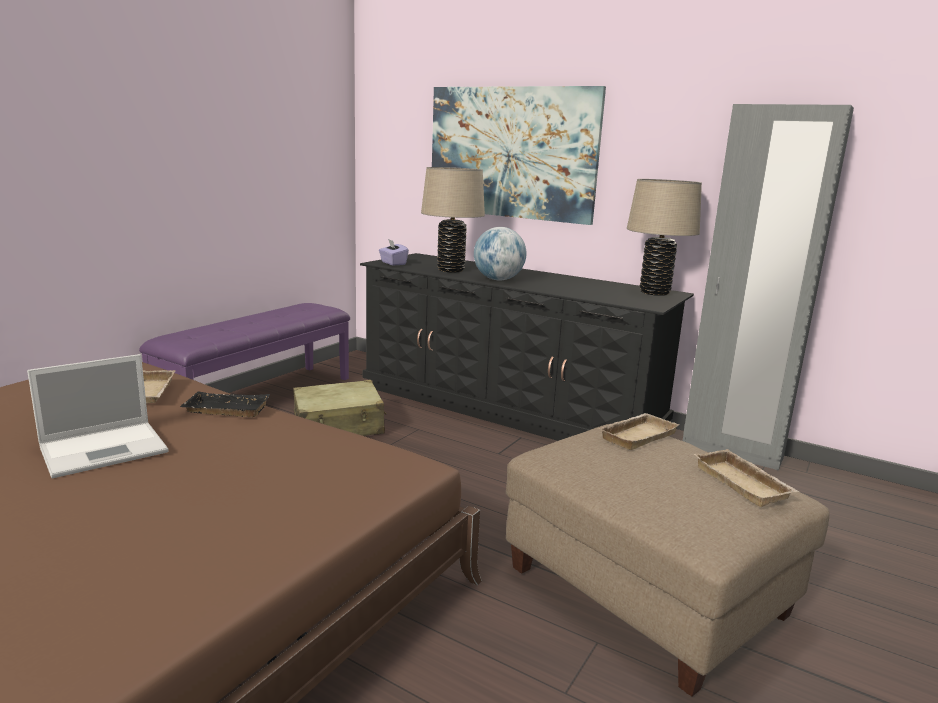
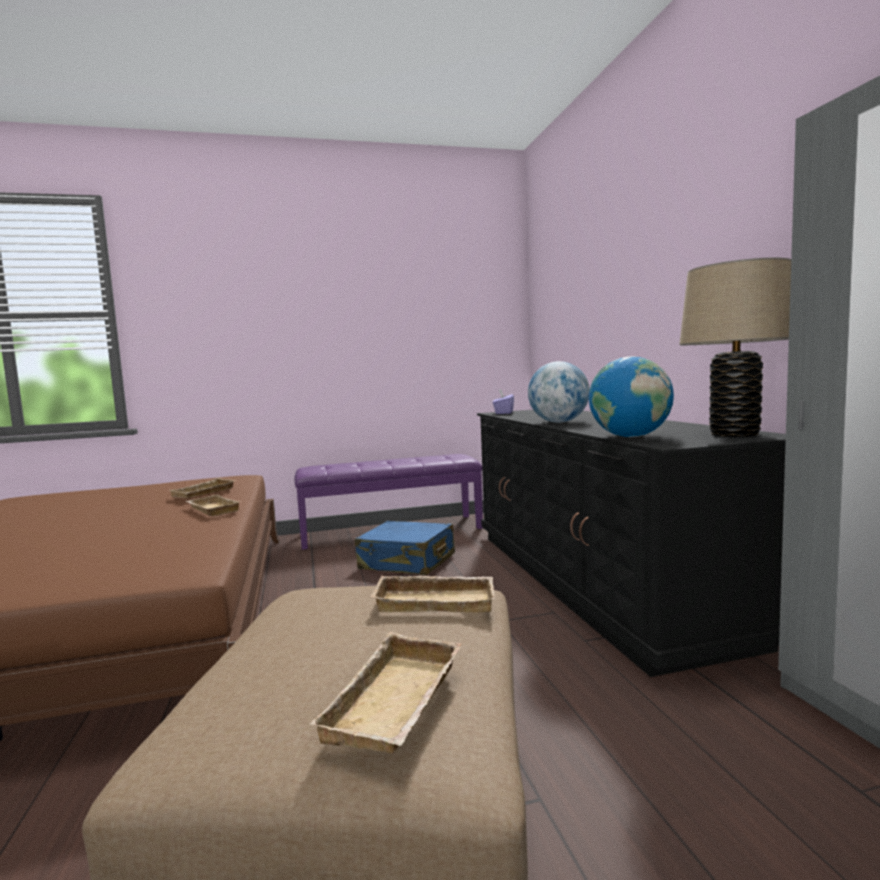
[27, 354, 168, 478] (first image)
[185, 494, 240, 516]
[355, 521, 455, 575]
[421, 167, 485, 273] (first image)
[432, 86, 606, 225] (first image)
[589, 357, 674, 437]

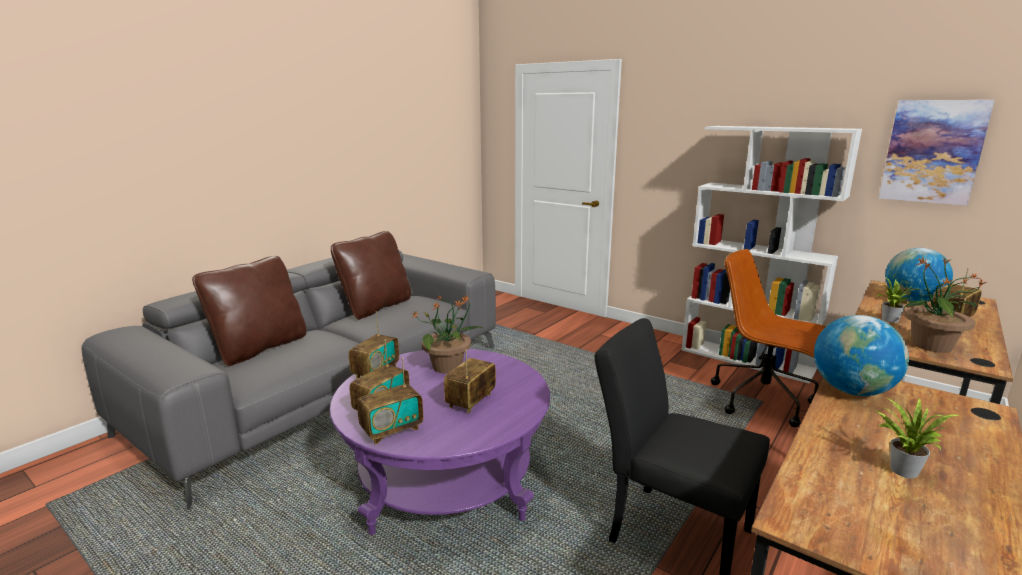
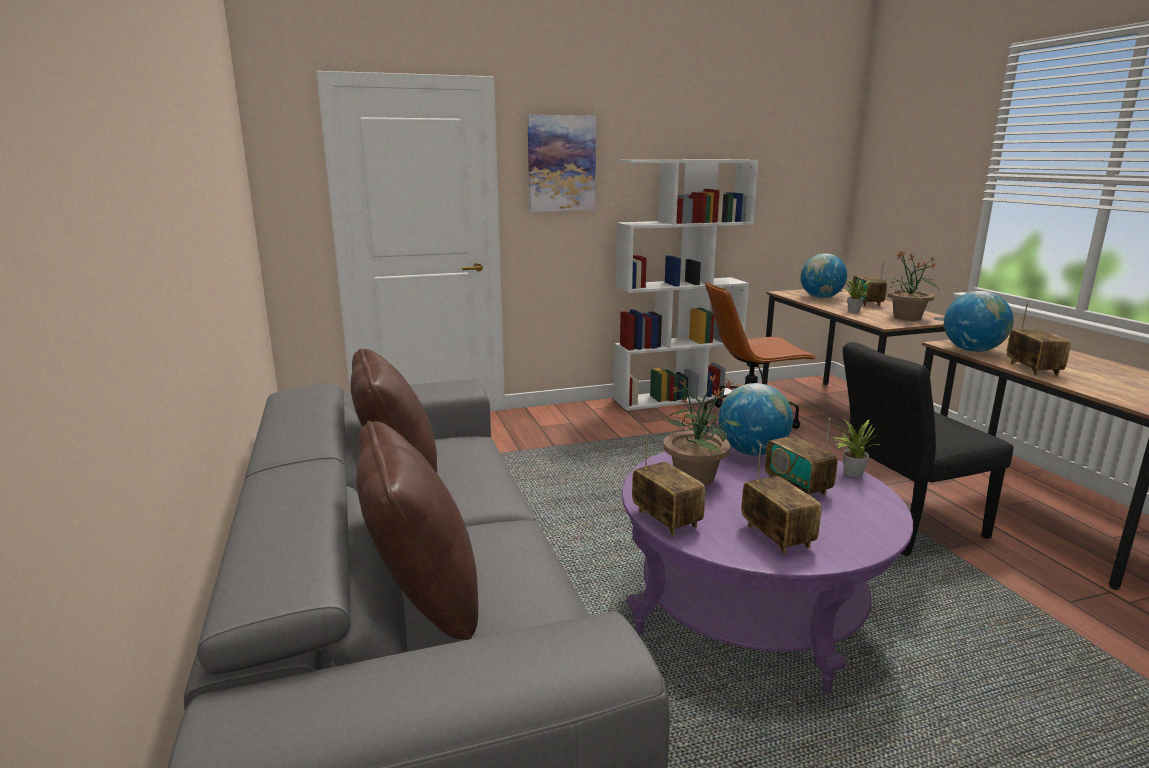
[1007, 301, 1071, 376]
[832, 418, 879, 477]
[527, 115, 596, 212]
[718, 383, 793, 456]

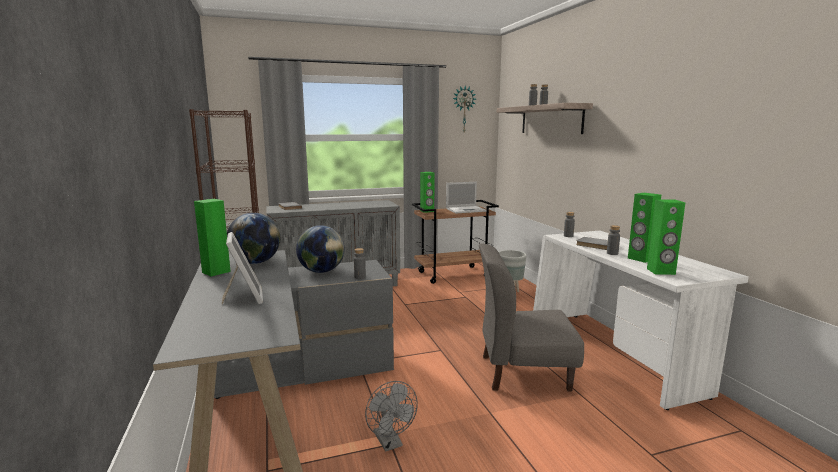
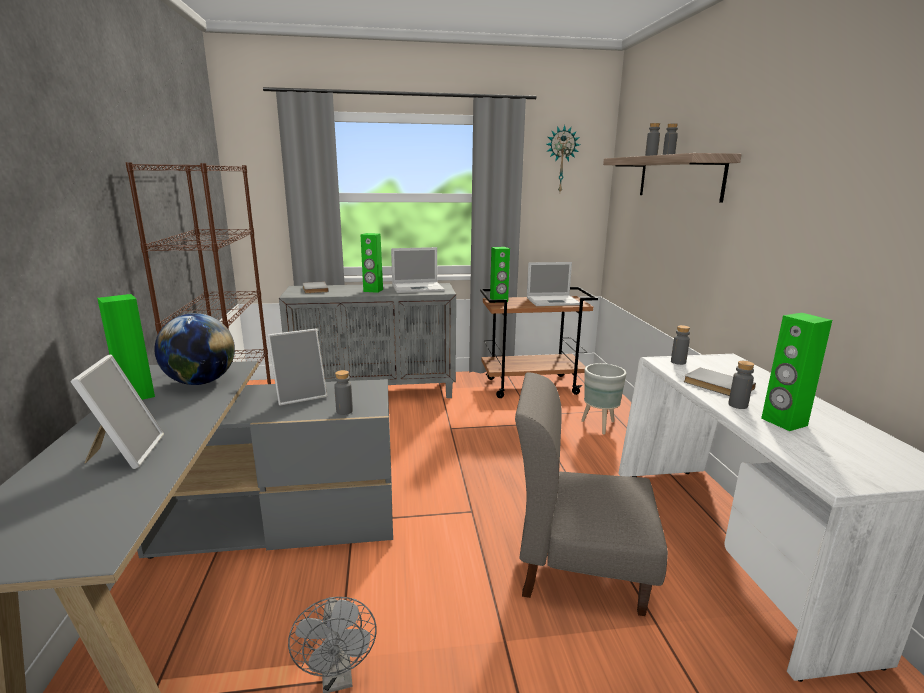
[268, 329, 328, 406]
[361, 233, 383, 293]
[391, 247, 445, 293]

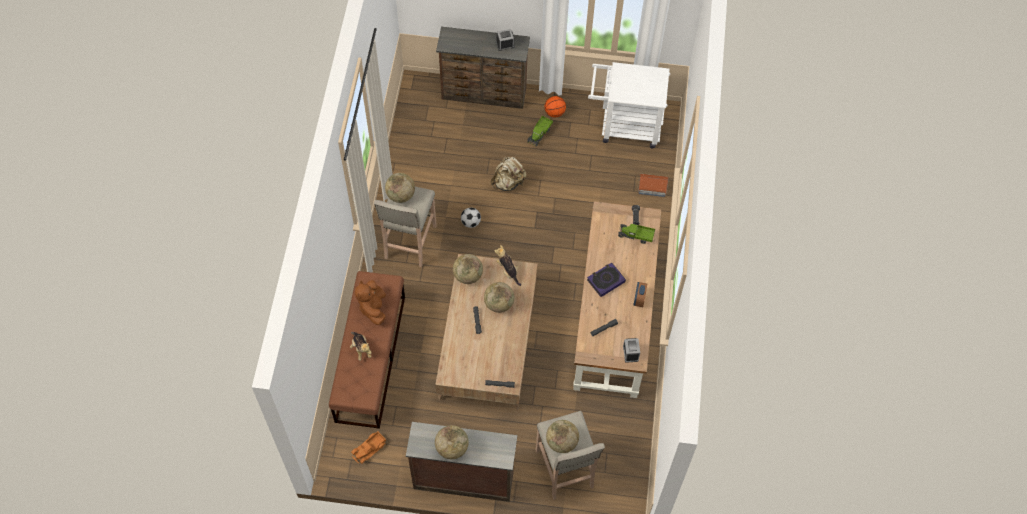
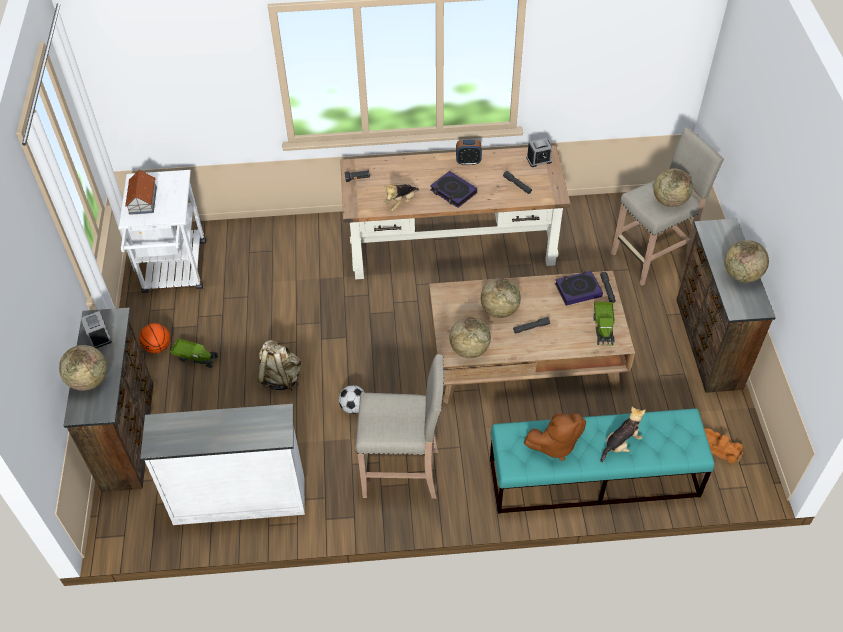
[490, 408, 715, 514]
[59, 345, 107, 391]
[384, 184, 419, 211]
[594, 302, 617, 345]
[125, 169, 157, 215]
[140, 404, 305, 525]
[555, 271, 603, 306]

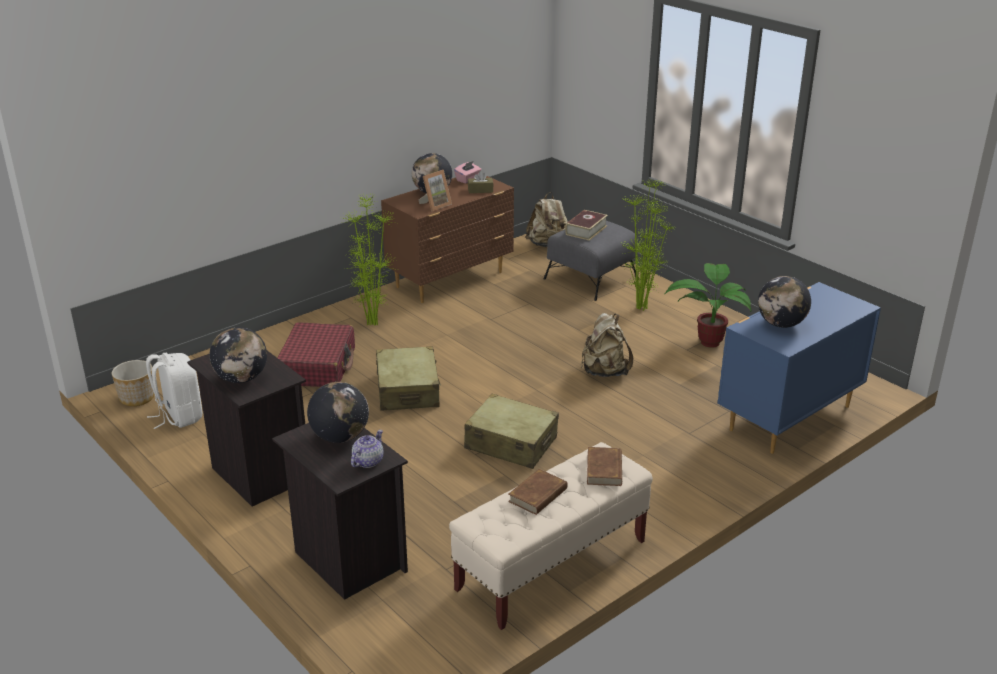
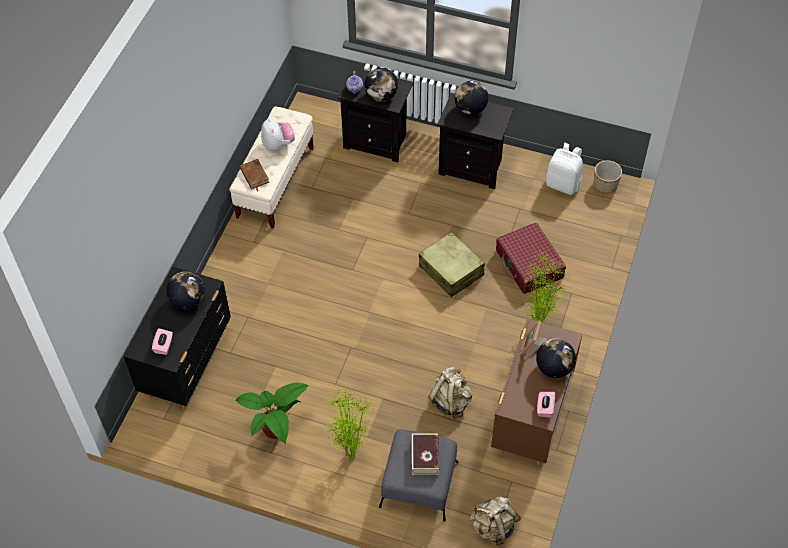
[464, 394, 559, 469] (first image)
[468, 171, 494, 193] (first image)
[261, 118, 295, 151]
[428, 367, 472, 419]
[124, 267, 231, 409]
[152, 328, 173, 355]

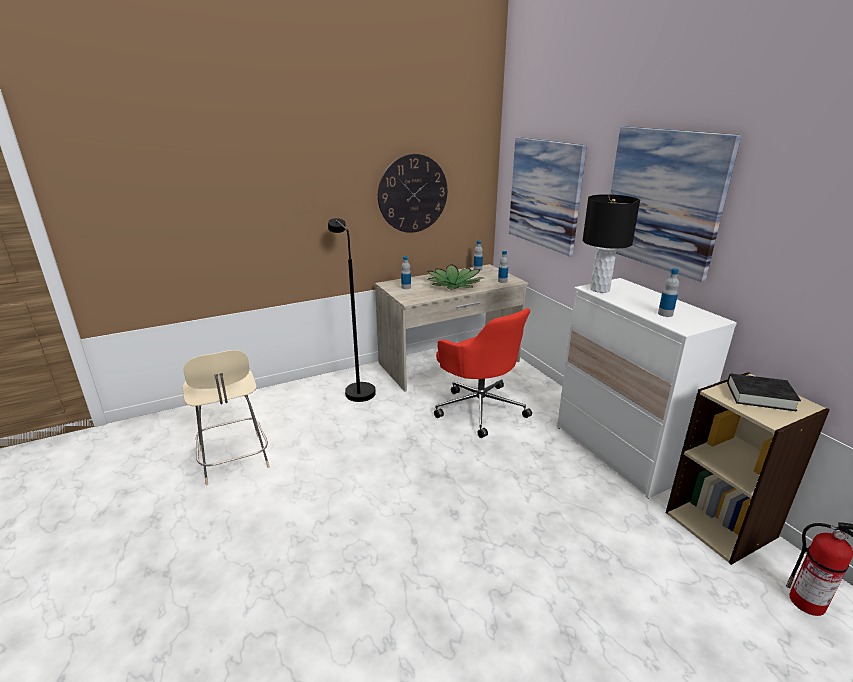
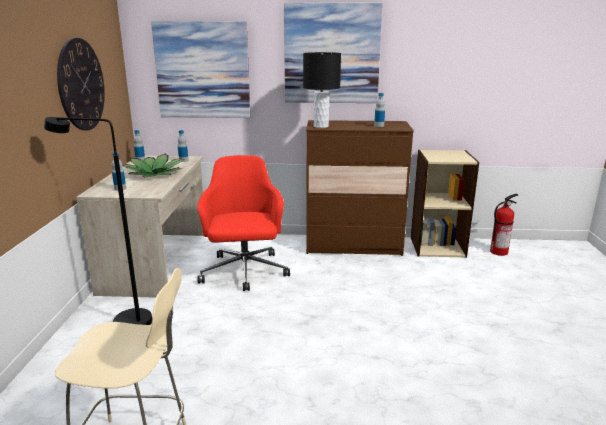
[197, 155, 290, 291]
[306, 120, 414, 256]
[727, 373, 801, 411] (first image)

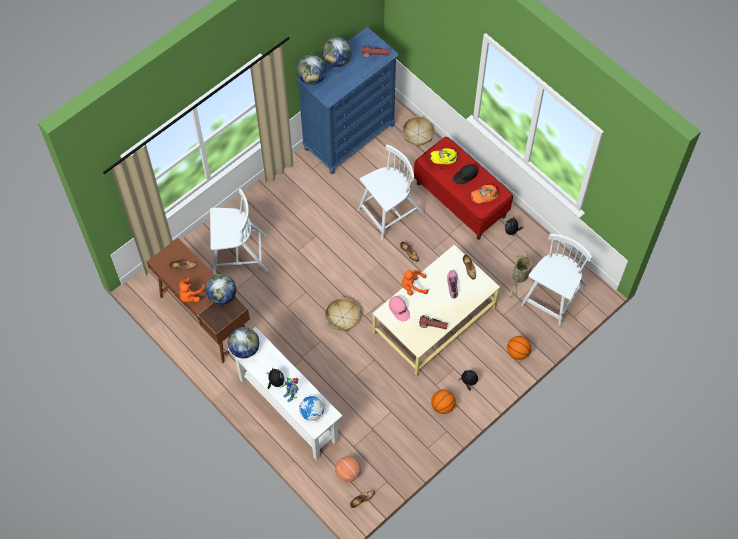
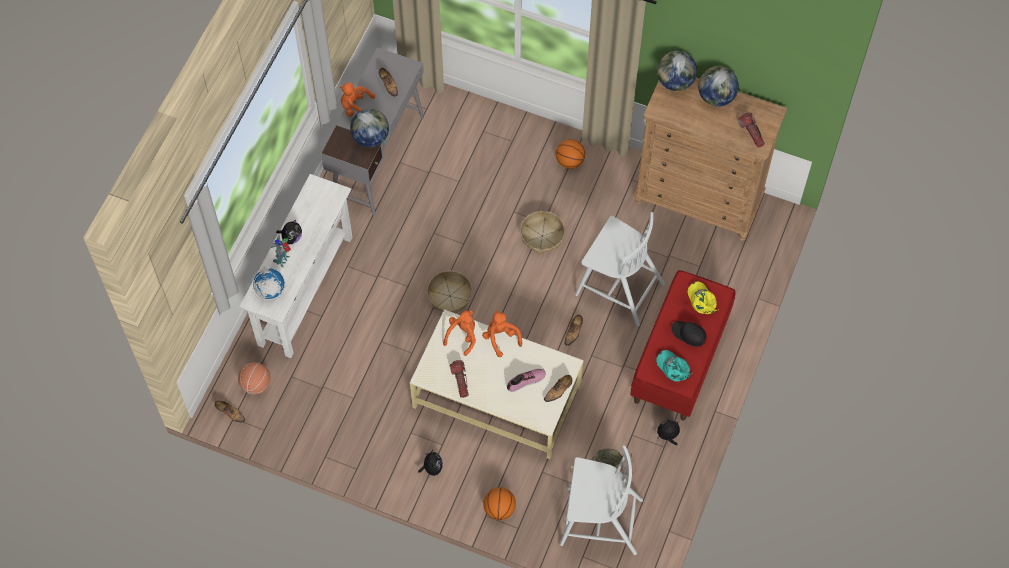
[321, 47, 424, 215]
[210, 189, 268, 275] (first image)
[228, 327, 259, 359] (first image)
[634, 78, 787, 241]
[443, 311, 476, 356]
[520, 211, 565, 254]
[556, 139, 585, 169]
[656, 350, 693, 382]

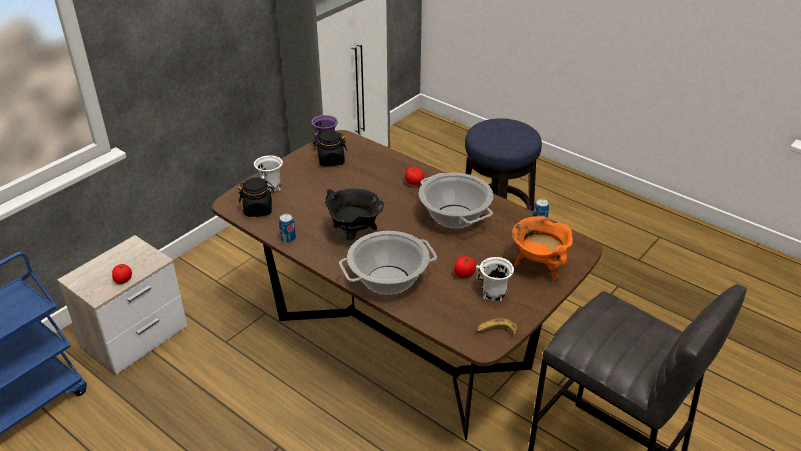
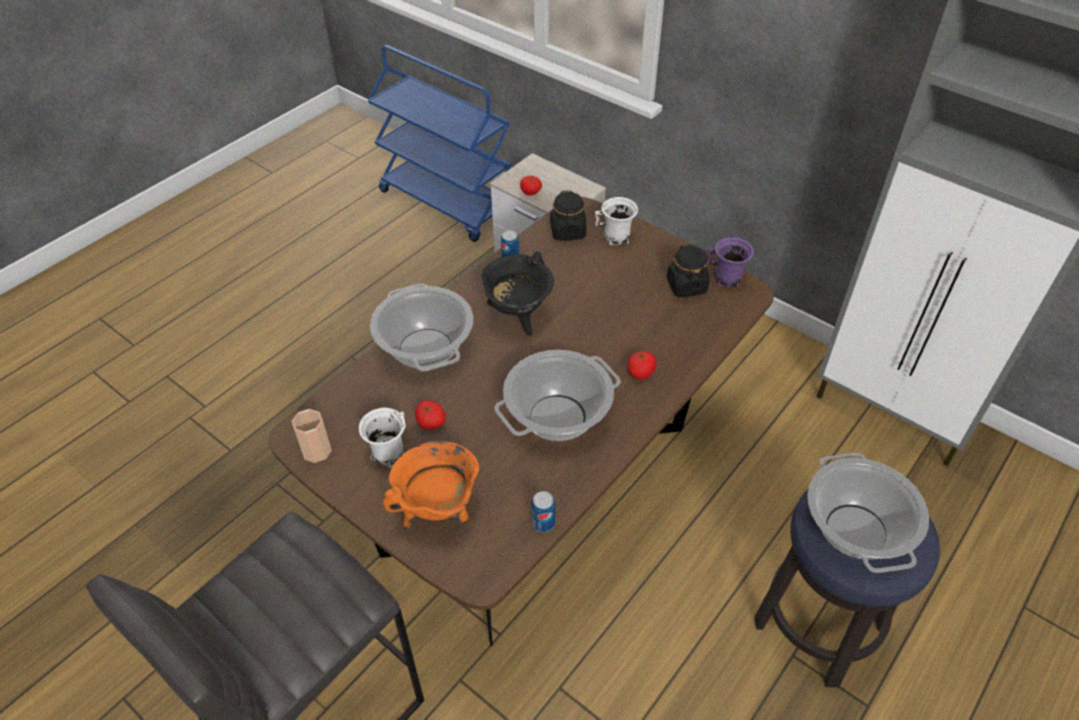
[292, 409, 332, 463]
[808, 453, 929, 573]

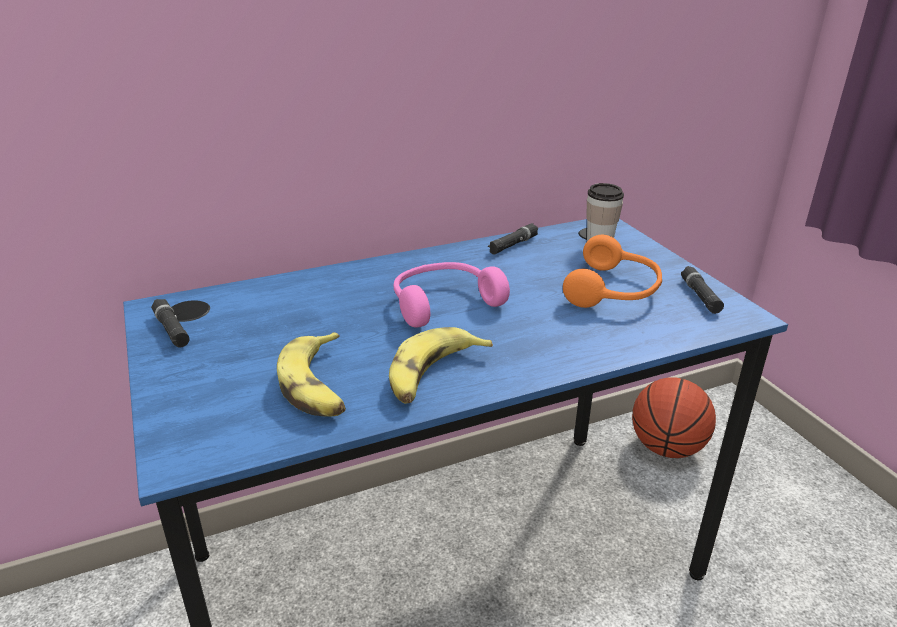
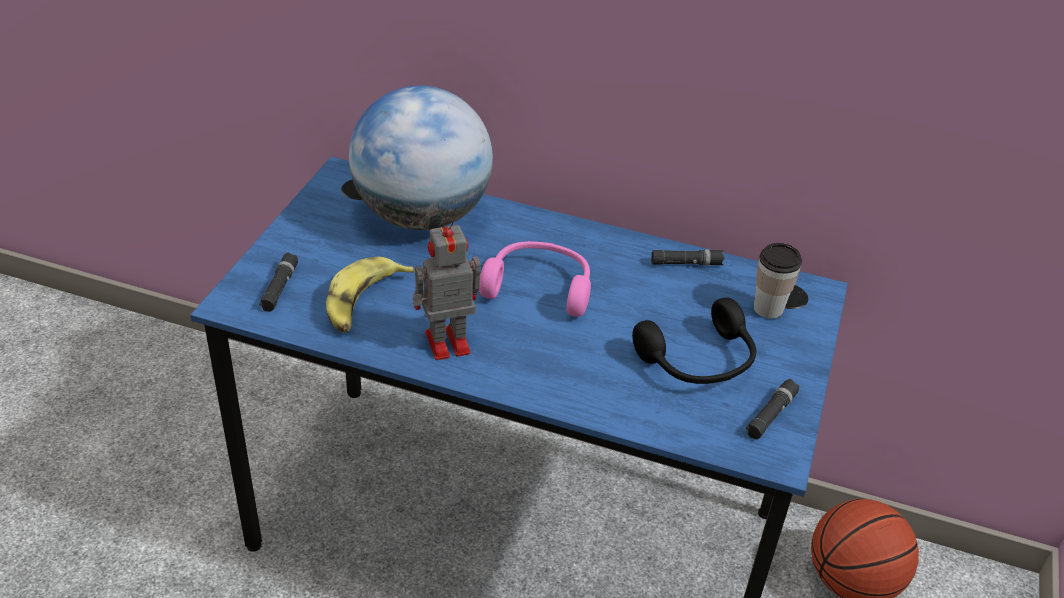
[259, 252, 298, 312]
[413, 217, 481, 360]
[632, 297, 756, 384]
[349, 86, 493, 230]

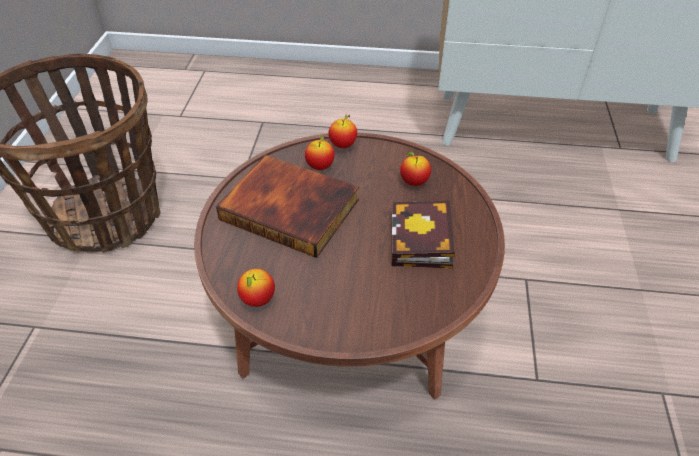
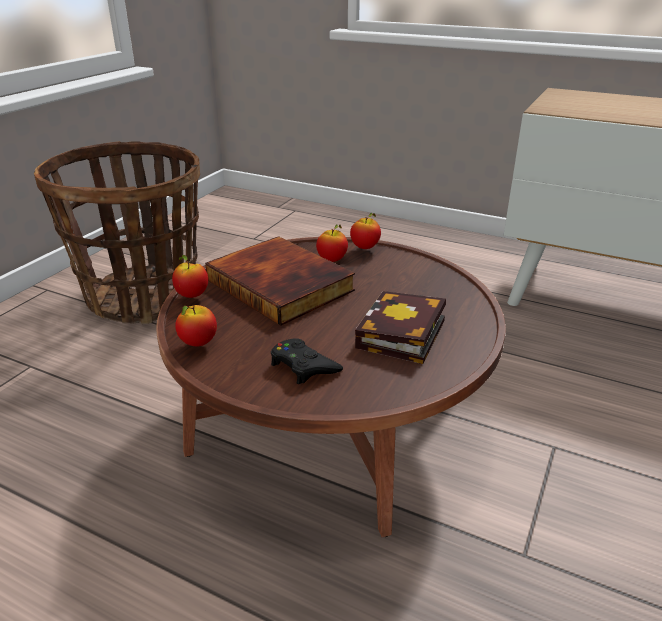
[172, 255, 208, 298]
[271, 338, 343, 384]

